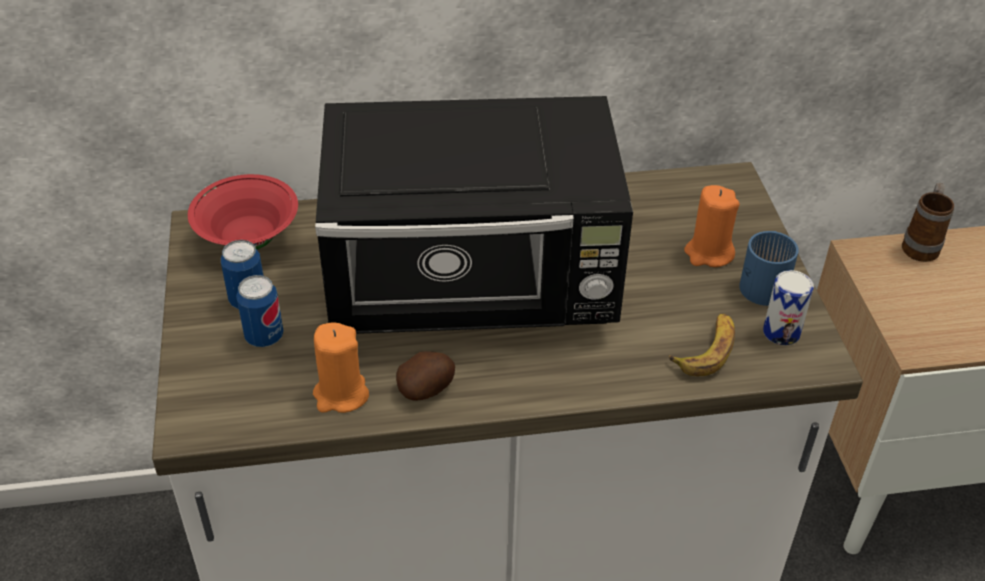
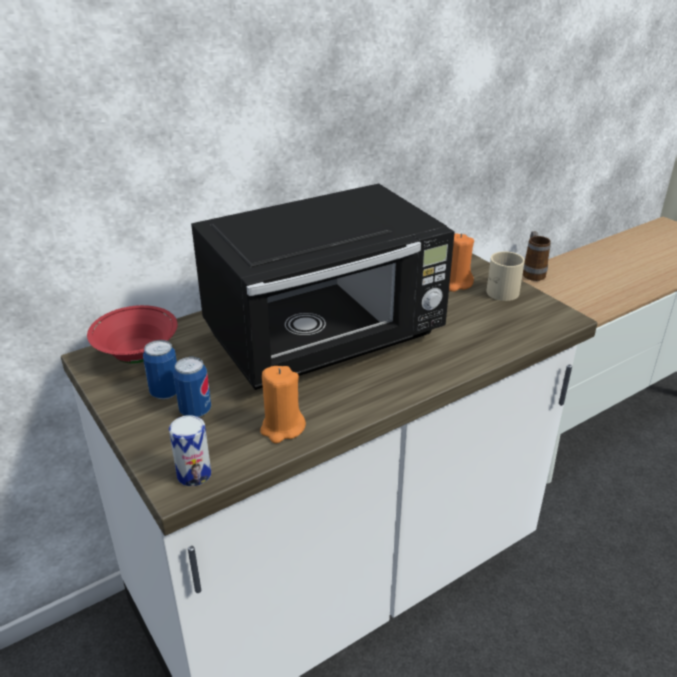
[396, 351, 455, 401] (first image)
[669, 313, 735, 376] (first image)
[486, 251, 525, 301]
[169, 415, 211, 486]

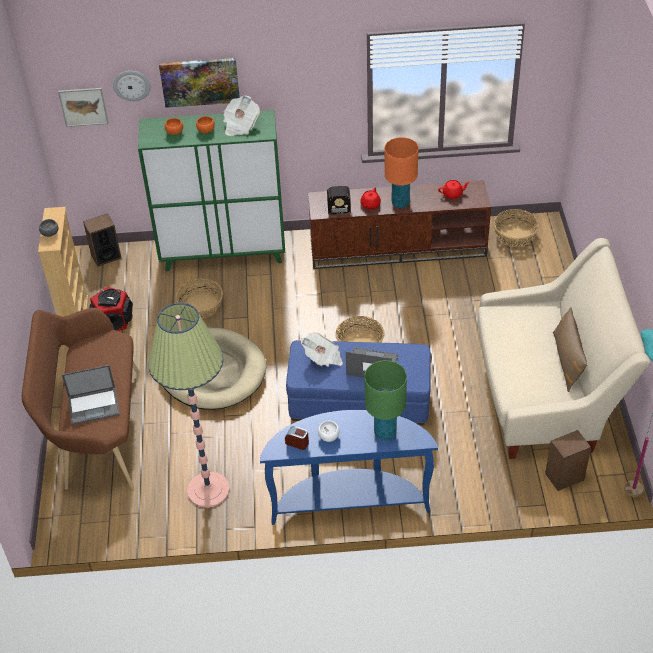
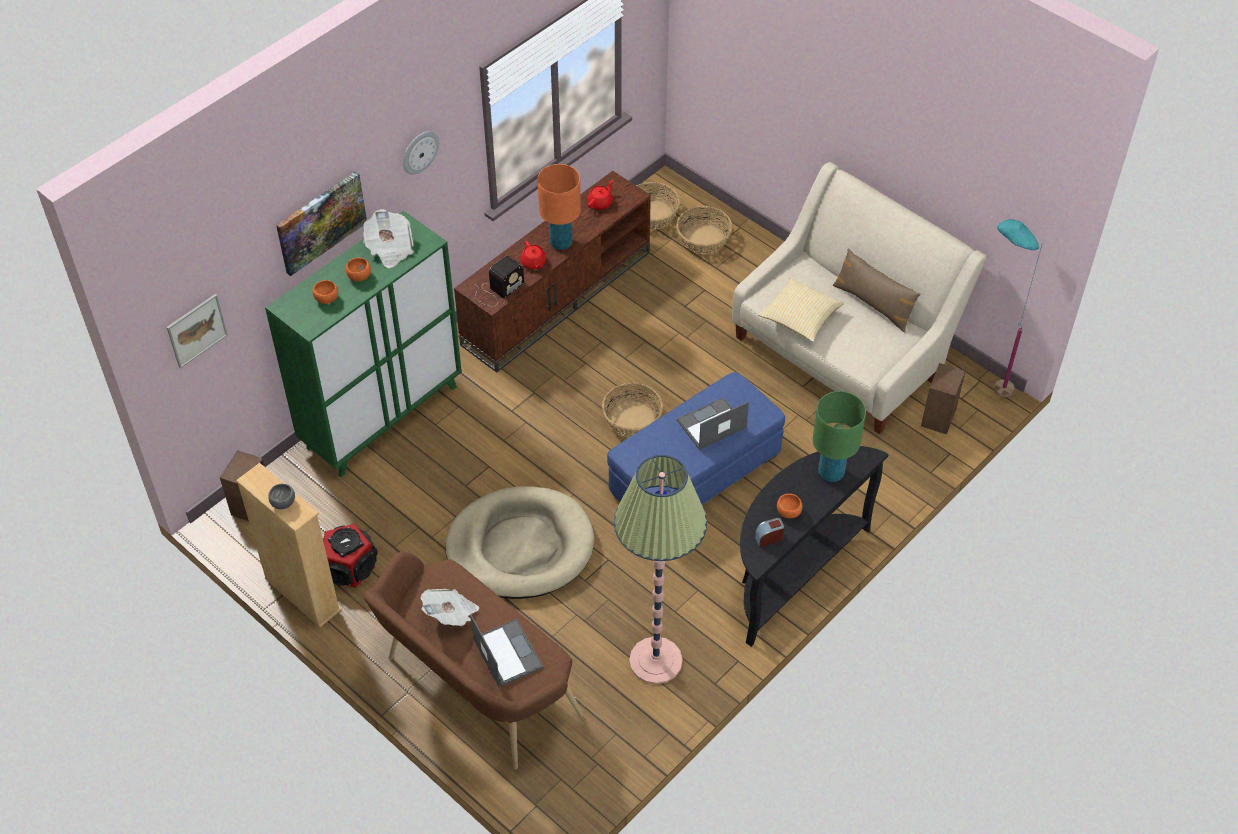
[470, 615, 543, 687]
[403, 131, 439, 175]
[676, 206, 732, 254]
[740, 446, 889, 647]
[420, 589, 479, 626]
[777, 494, 802, 518]
[758, 278, 844, 342]

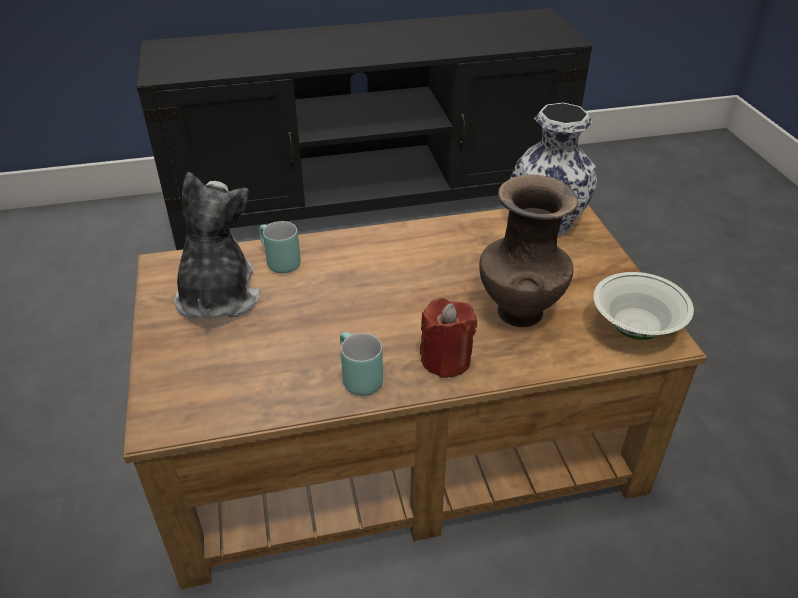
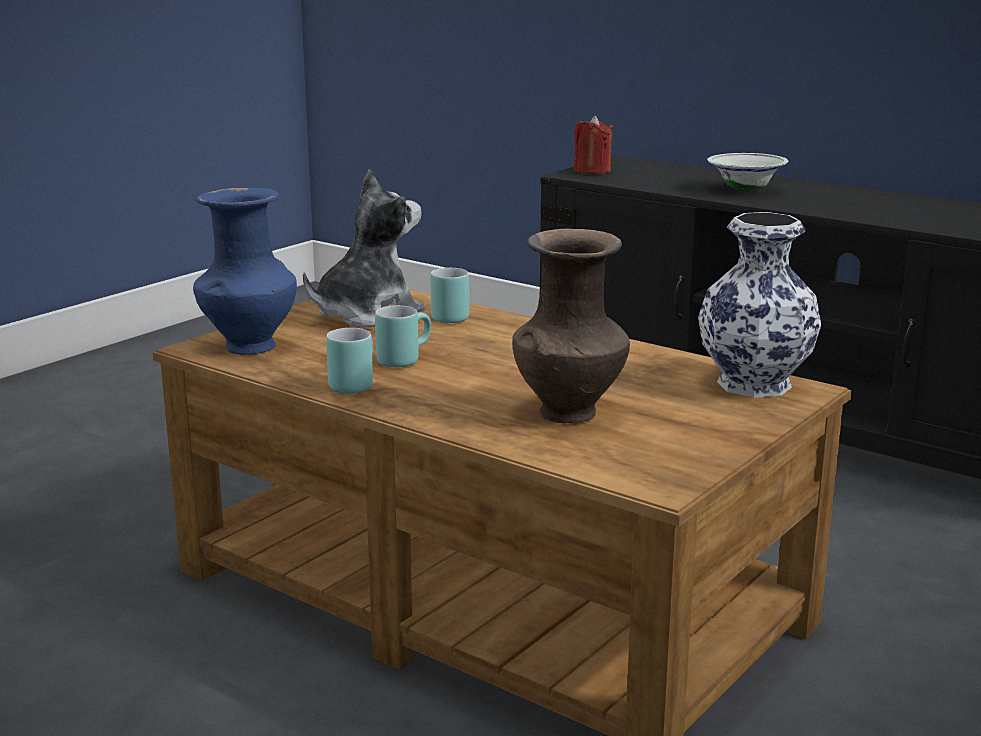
[573, 115, 613, 174]
[707, 153, 788, 191]
[193, 188, 297, 355]
[375, 305, 431, 368]

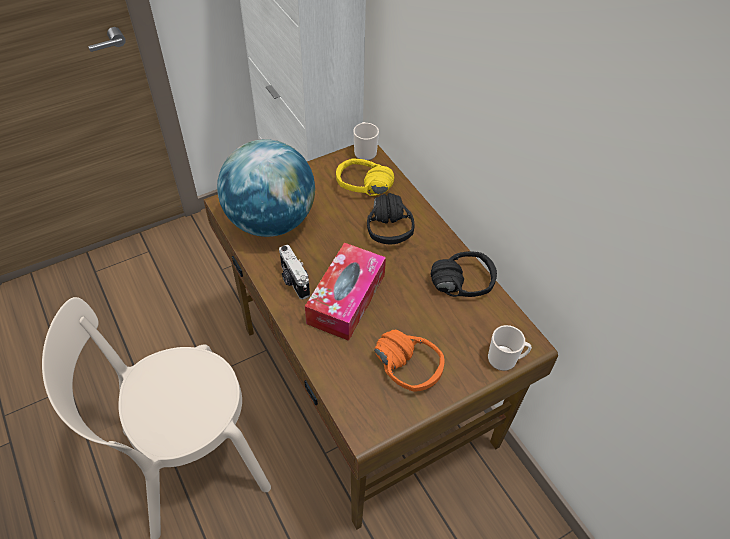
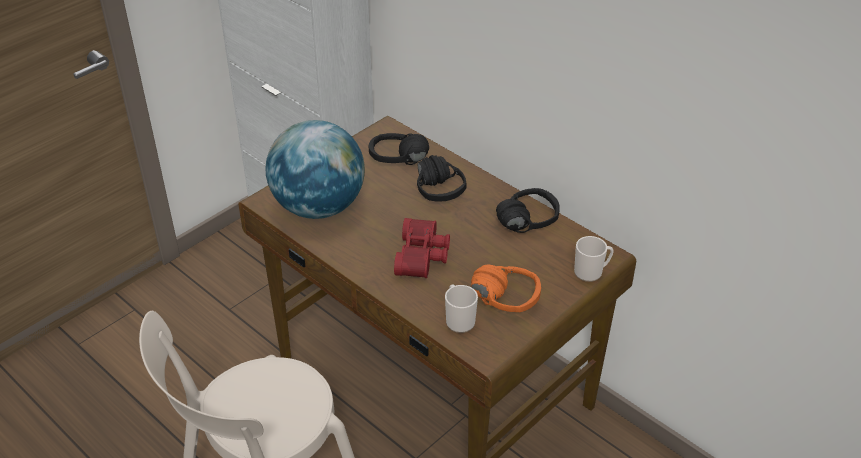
[279, 245, 310, 300] (first image)
[394, 218, 450, 278]
[369, 133, 429, 165]
[445, 285, 478, 333]

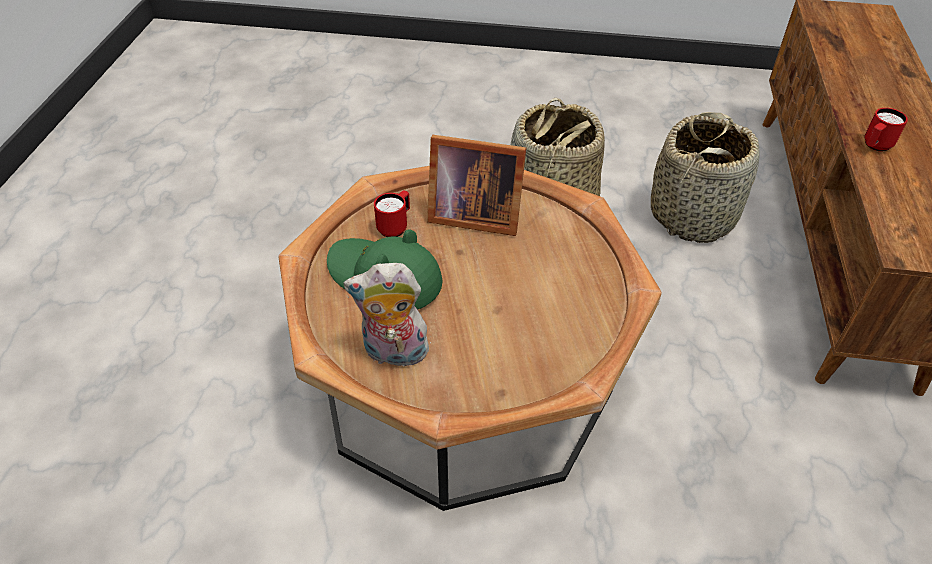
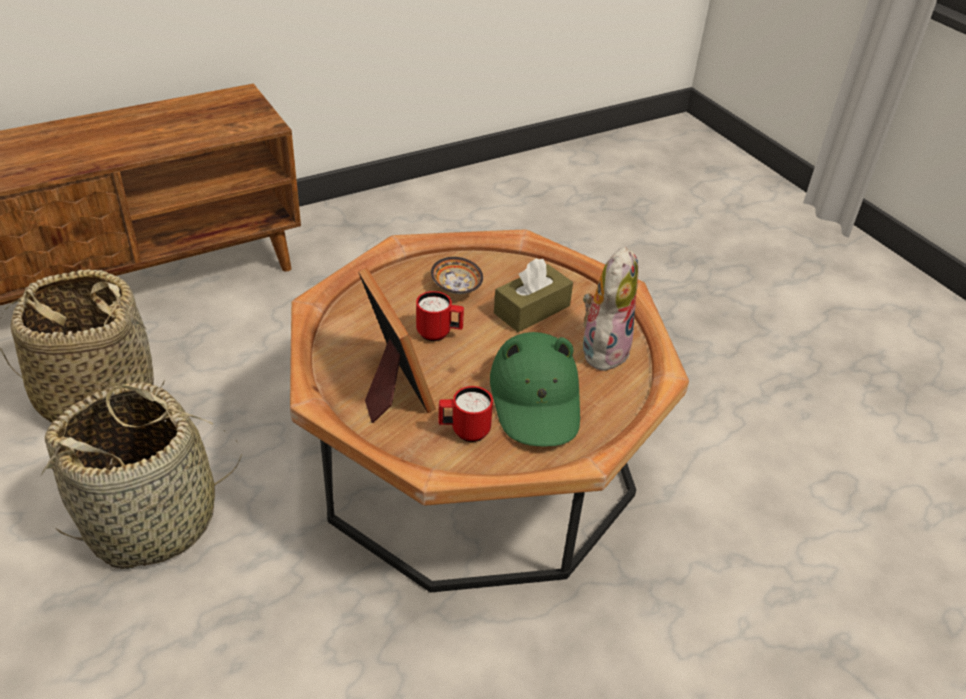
[583, 247, 638, 371]
[416, 291, 464, 341]
[431, 257, 483, 294]
[494, 258, 573, 332]

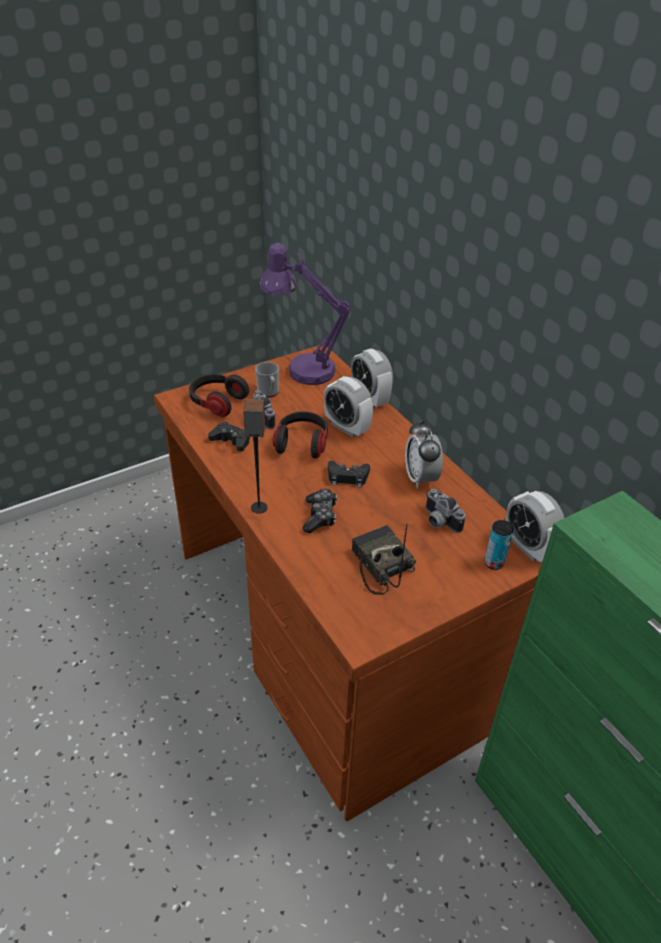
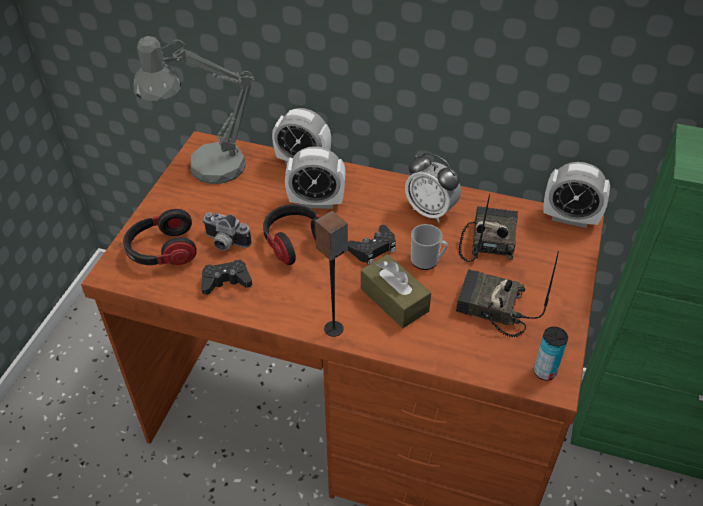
[411, 224, 448, 270]
[134, 36, 254, 184]
[361, 254, 431, 328]
[459, 194, 518, 262]
[534, 327, 568, 381]

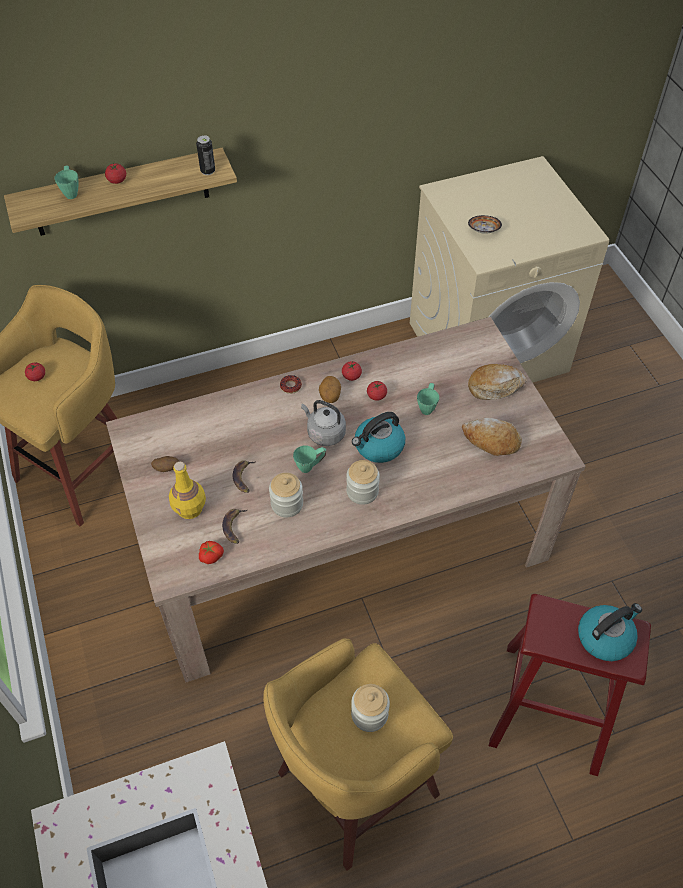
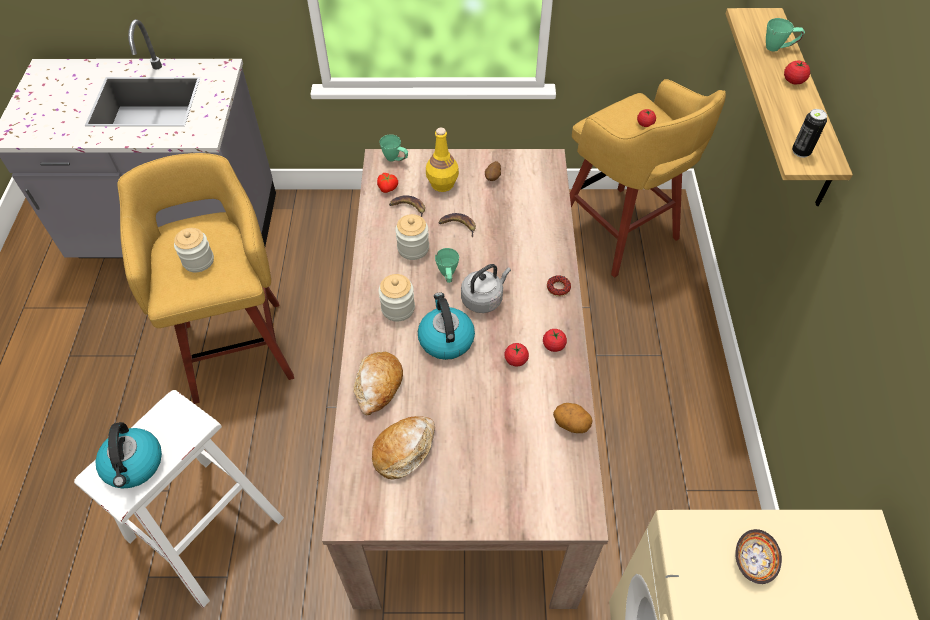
[553, 403, 593, 433]
[379, 134, 408, 162]
[354, 352, 403, 415]
[74, 390, 284, 608]

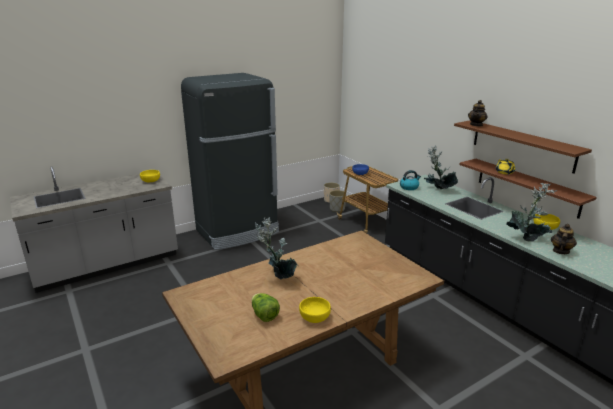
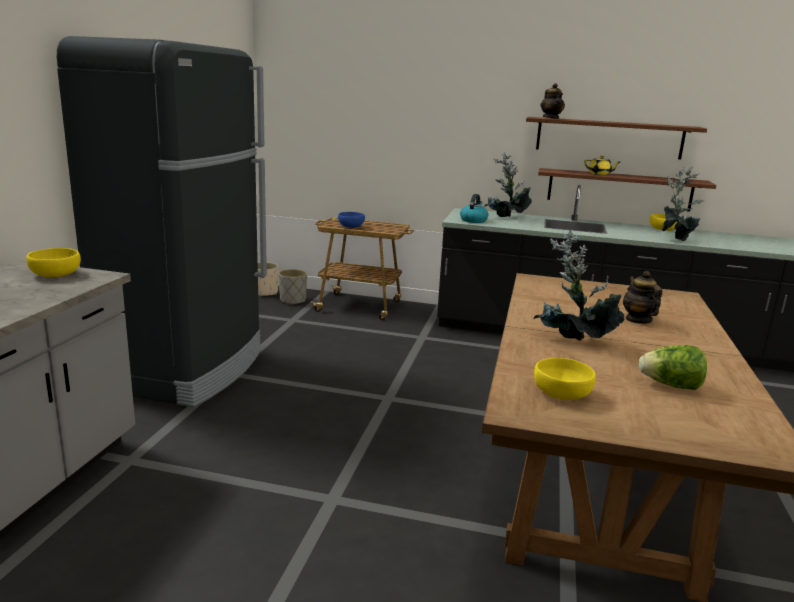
[534, 358, 596, 400]
[623, 271, 662, 324]

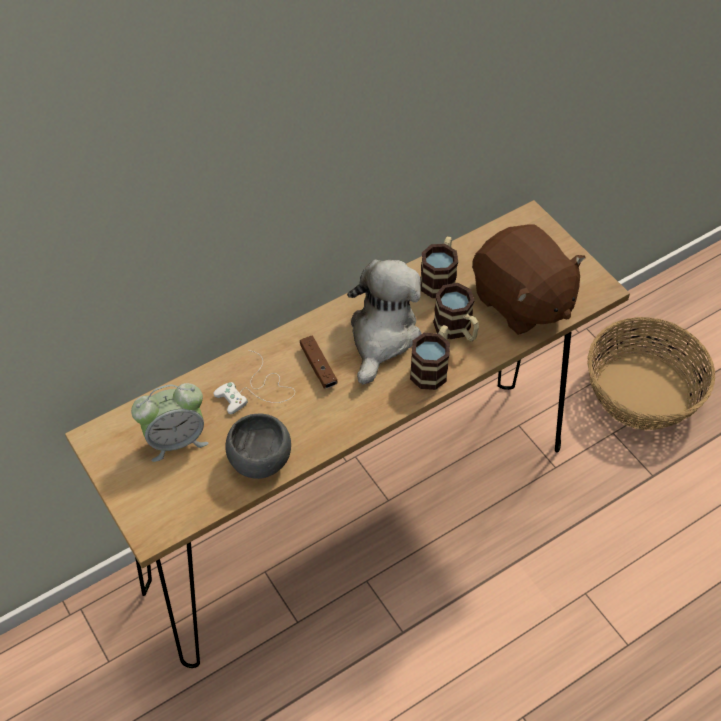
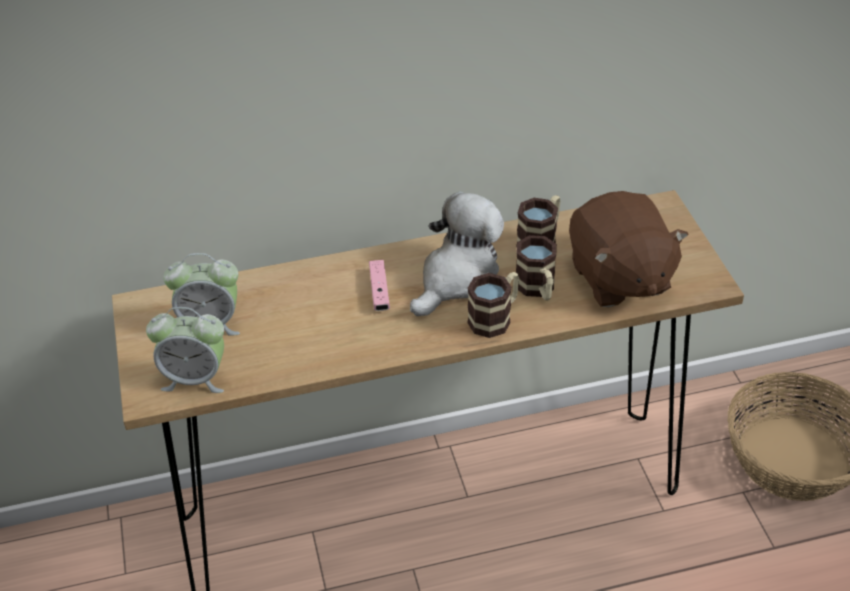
[213, 350, 295, 414] (first image)
[225, 414, 291, 479] (first image)
[369, 260, 390, 311]
[146, 307, 224, 393]

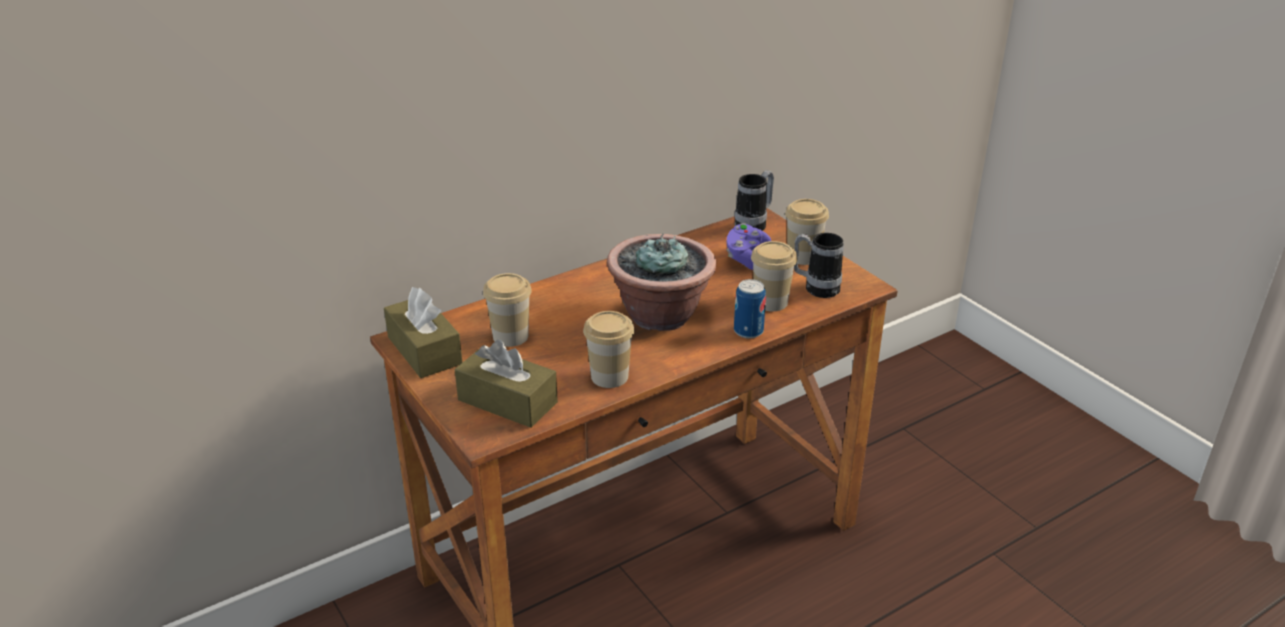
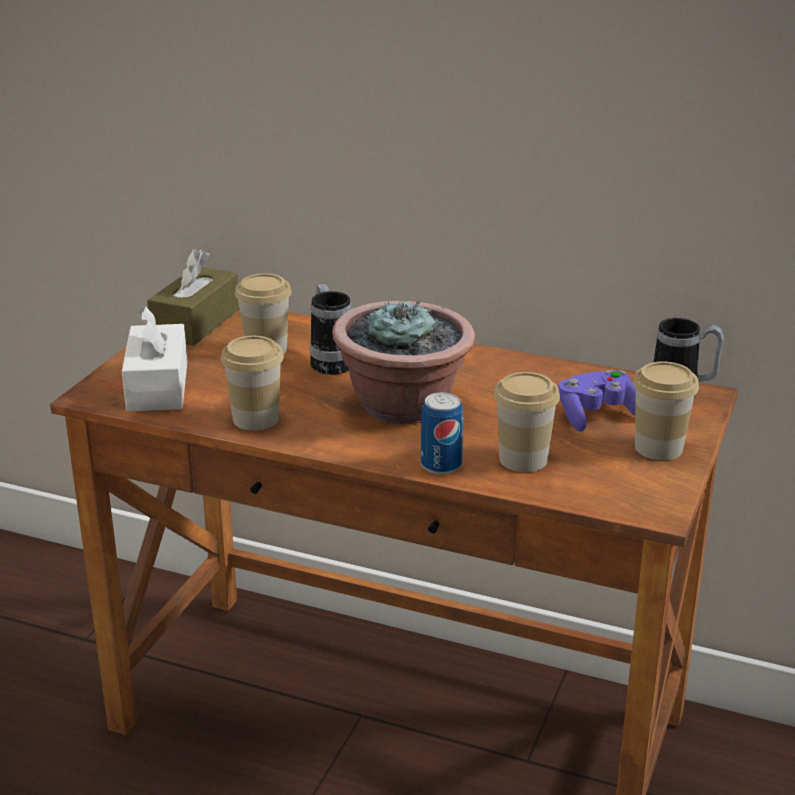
[122, 306, 187, 412]
[310, 284, 351, 375]

